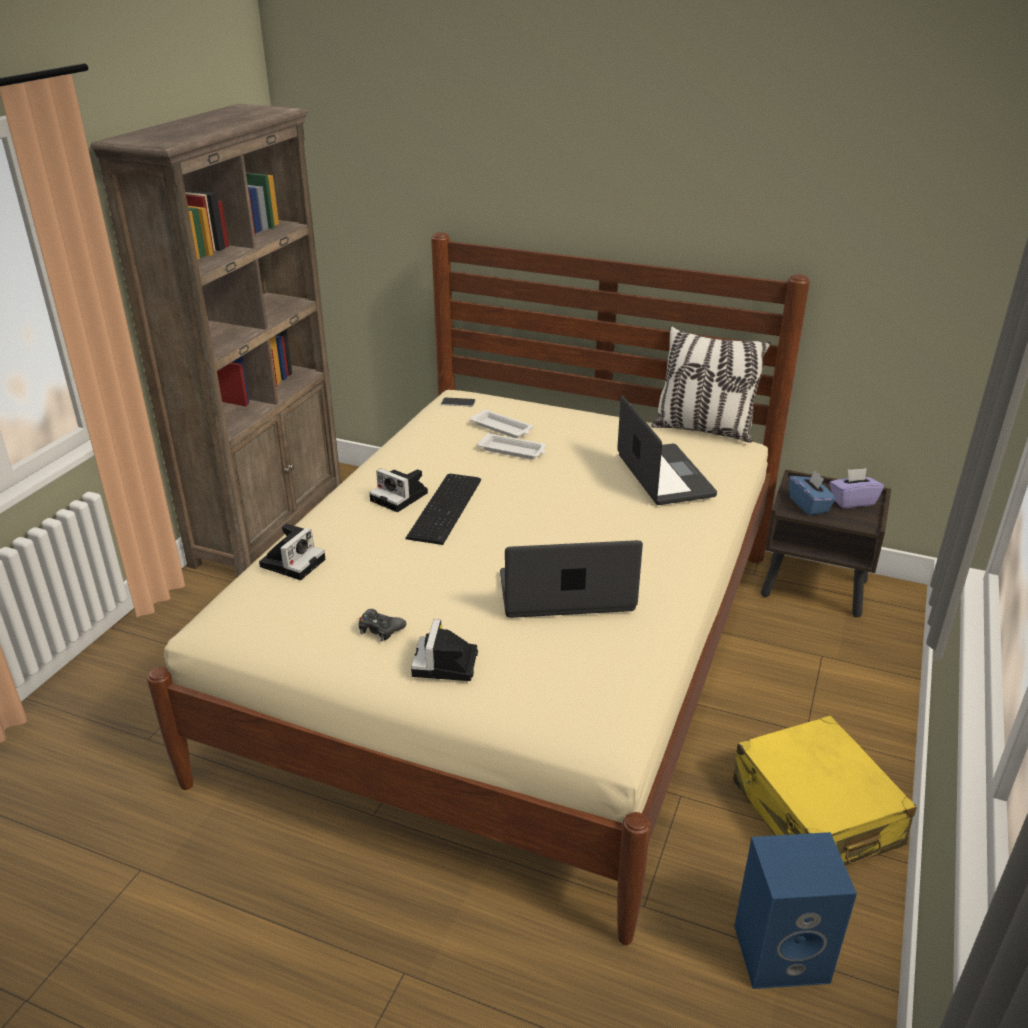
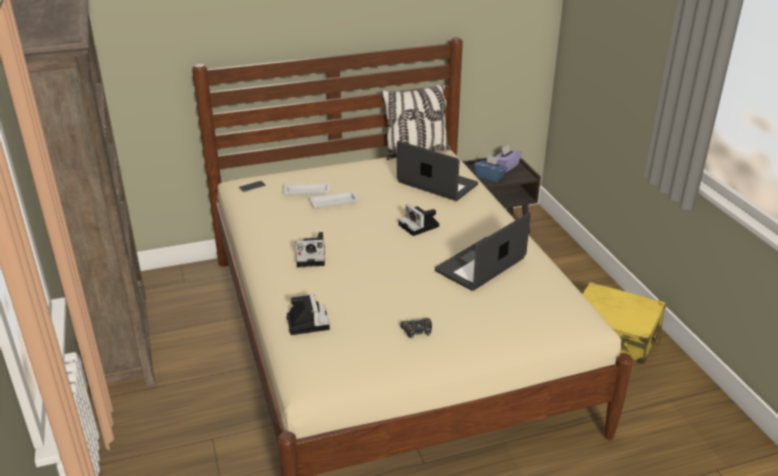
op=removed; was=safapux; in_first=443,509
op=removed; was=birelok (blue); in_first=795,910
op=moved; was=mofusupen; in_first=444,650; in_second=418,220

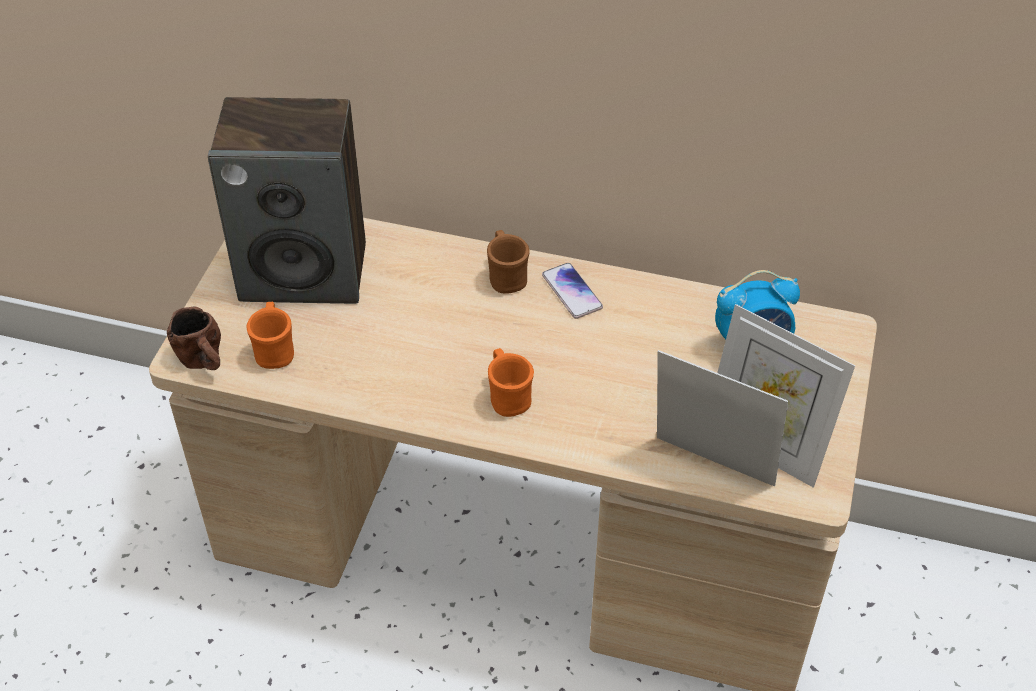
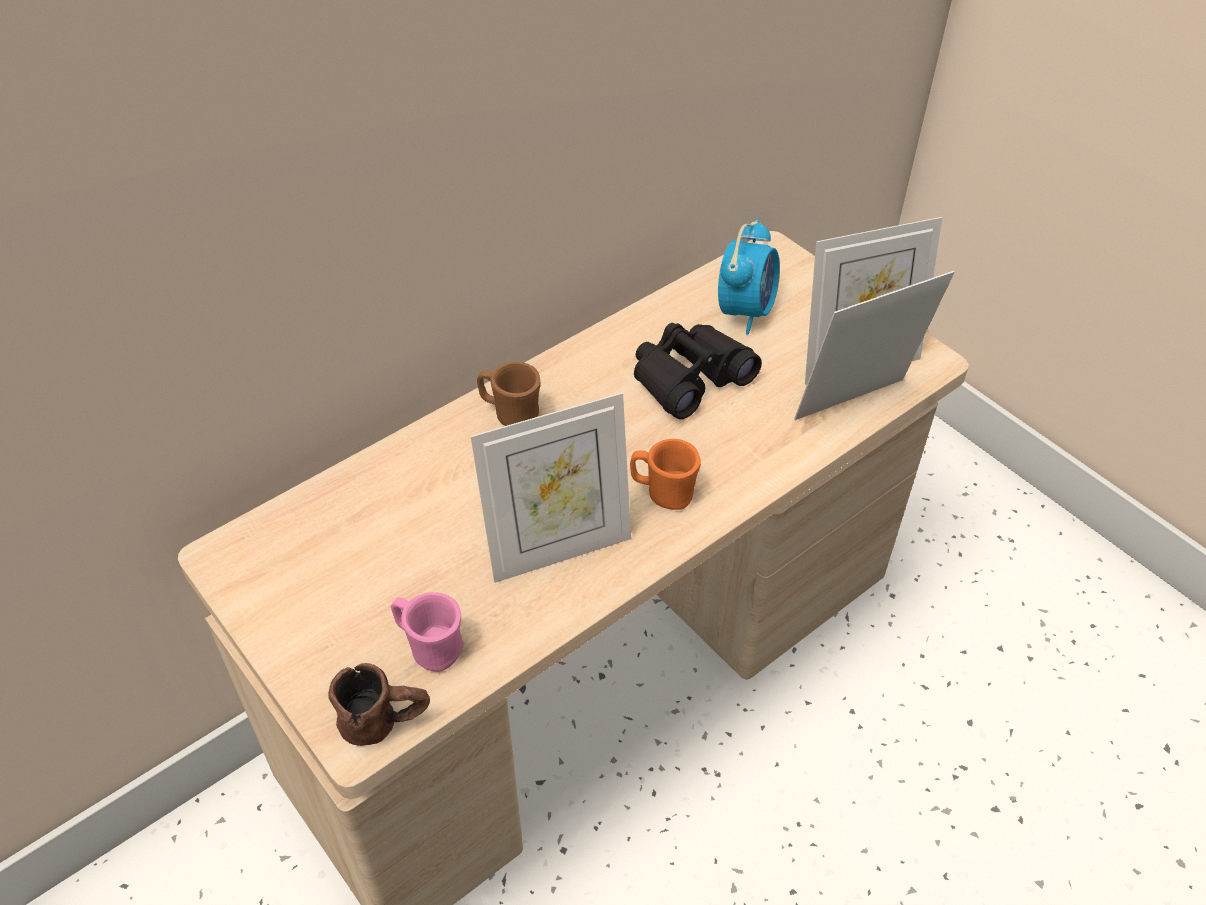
op=removed; was=birelok; in_first=287,200
op=removed; was=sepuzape; in_first=572,291
op=added; now=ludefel; in_second=551,488
op=added; now=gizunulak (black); in_second=698,371
op=recoloured; was=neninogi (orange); now=neninogi (pink); in_first=270,335; in_second=427,632

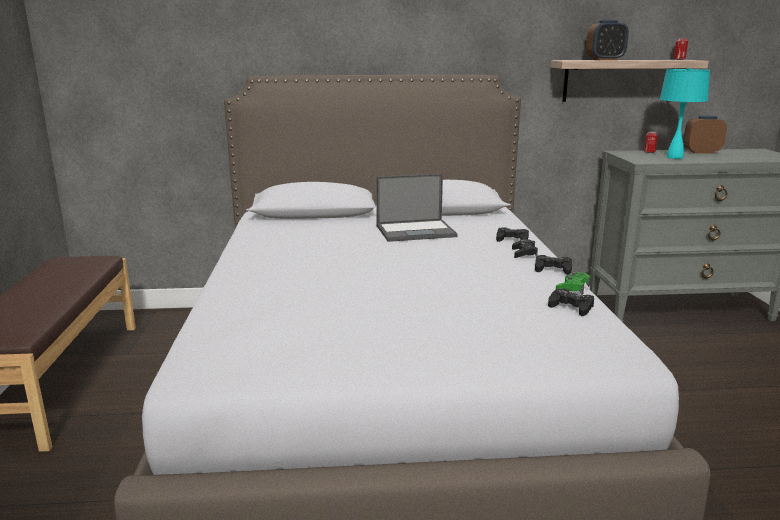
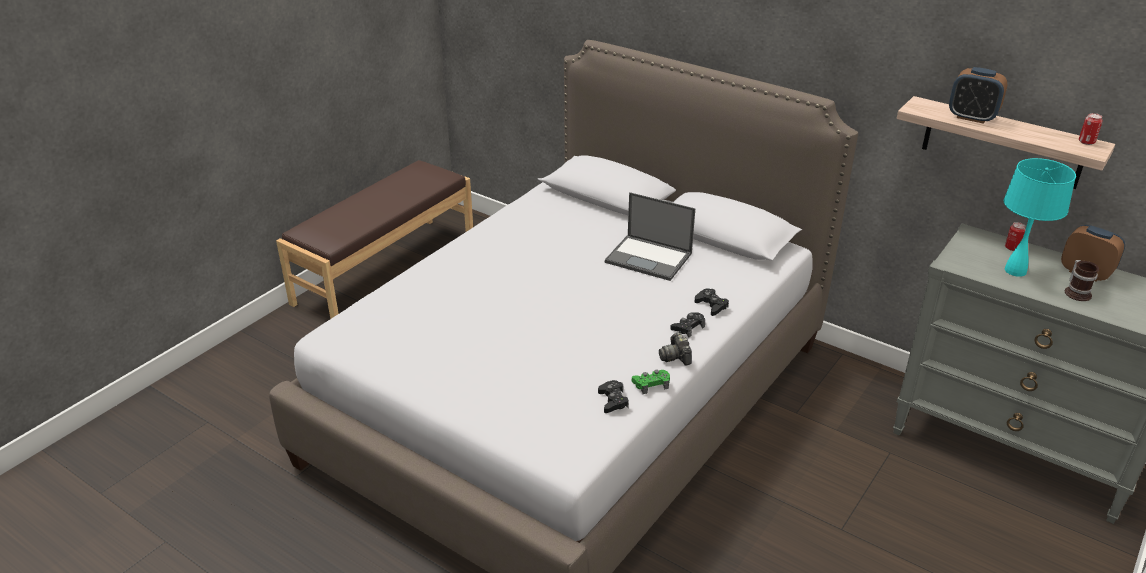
op=added; now=neninogi; in_second=1082,280
op=replaced; was=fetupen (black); now=mofusupen; in_first=553,265; in_second=675,348

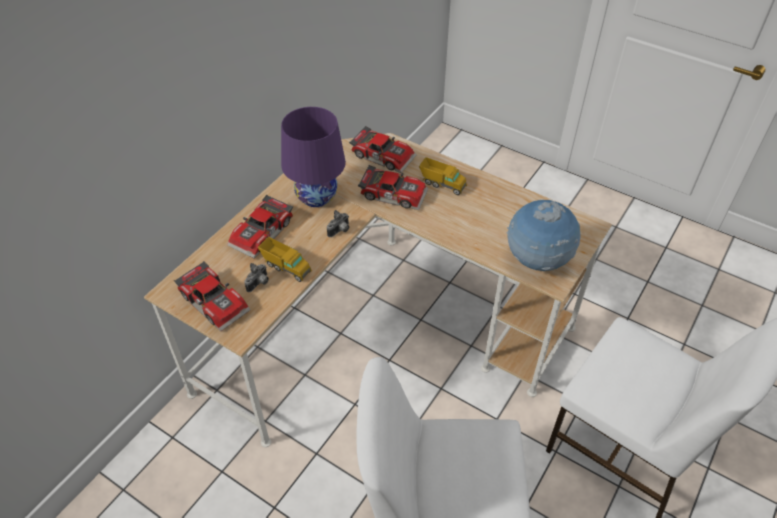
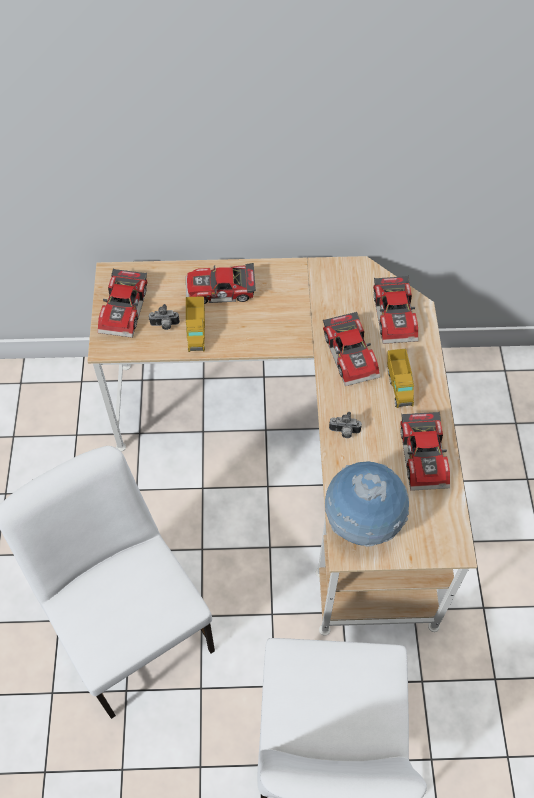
op=removed; was=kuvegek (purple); in_first=313,157
op=added; now=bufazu; in_second=425,451
op=moved; was=mofusupen; in_first=338,223; in_second=345,425

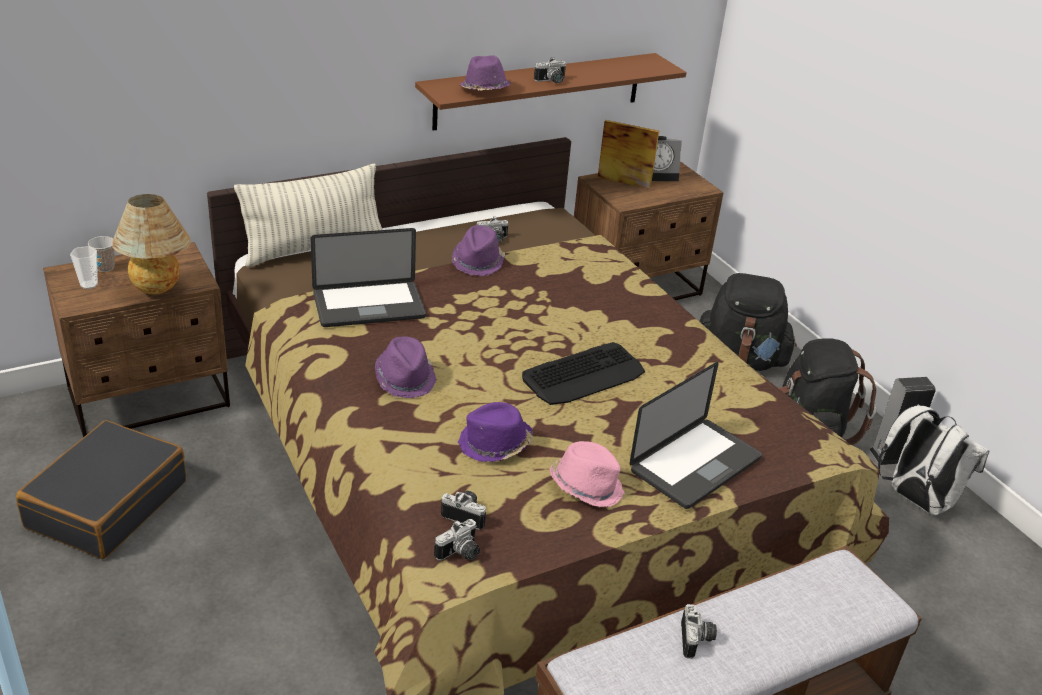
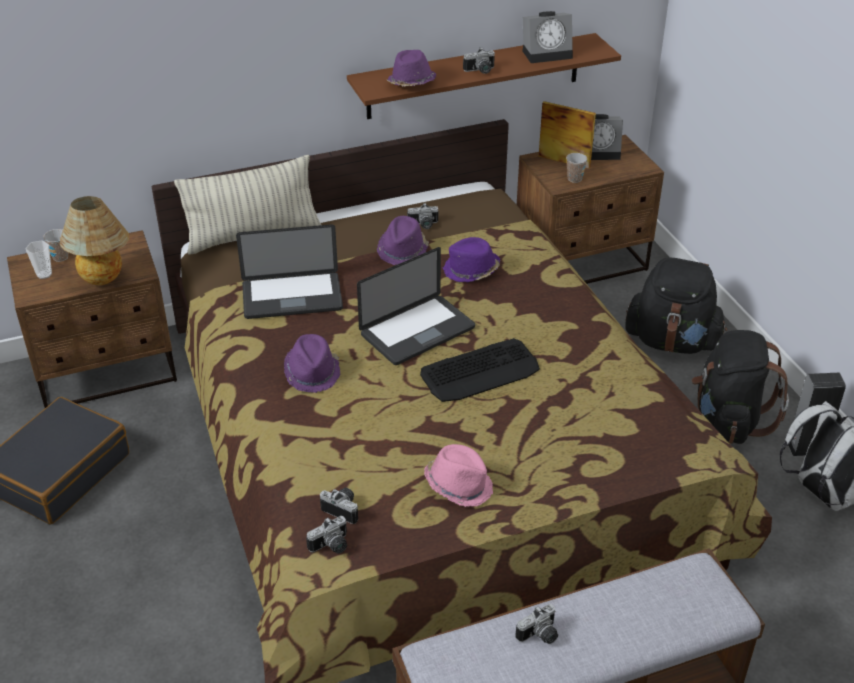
op=added; now=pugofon; in_second=547,37
op=added; now=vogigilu; in_second=576,168
op=moved; was=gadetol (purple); in_first=495,432; in_second=471,260
op=moved; was=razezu; in_first=695,435; in_second=416,306
op=turned; was=mofusupen; in_first=699,631; in_second=536,624; clockwise=45

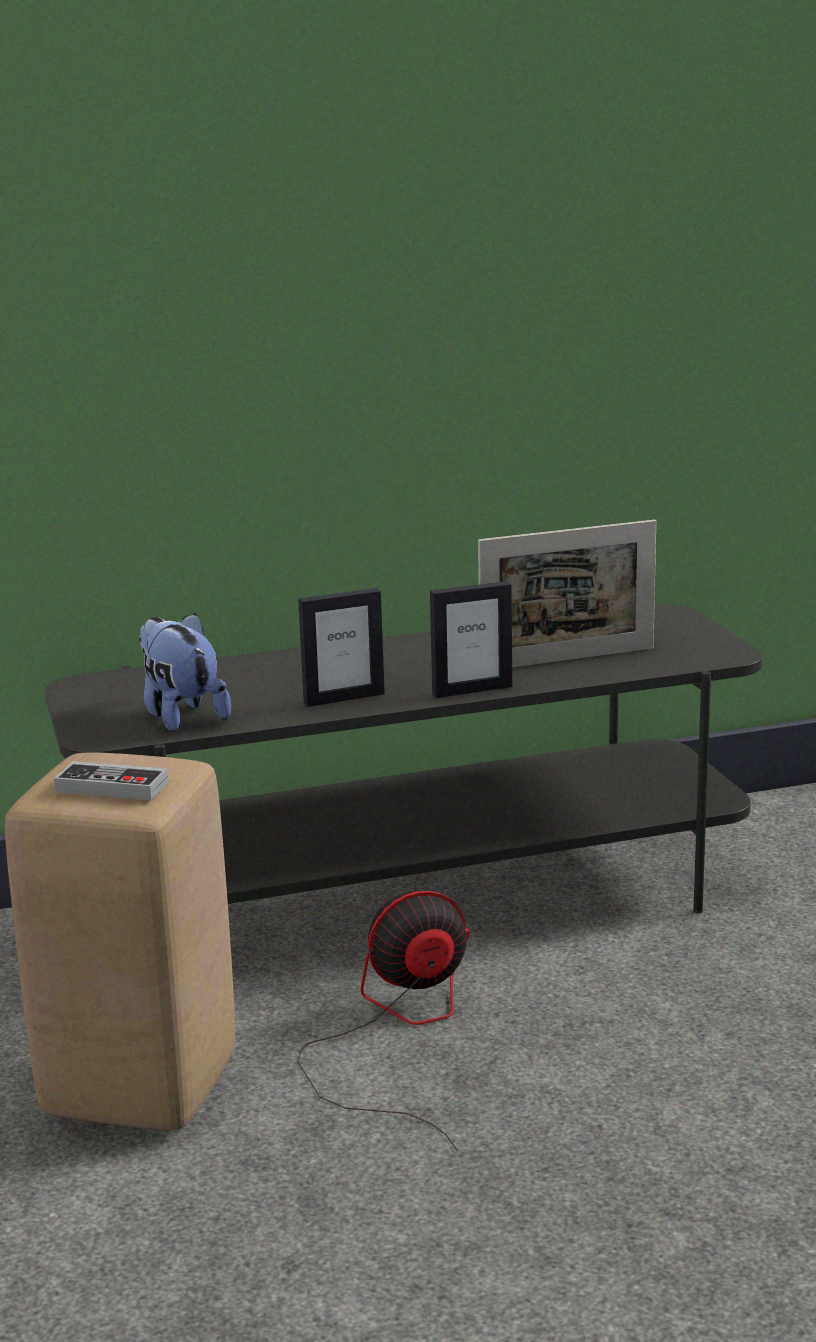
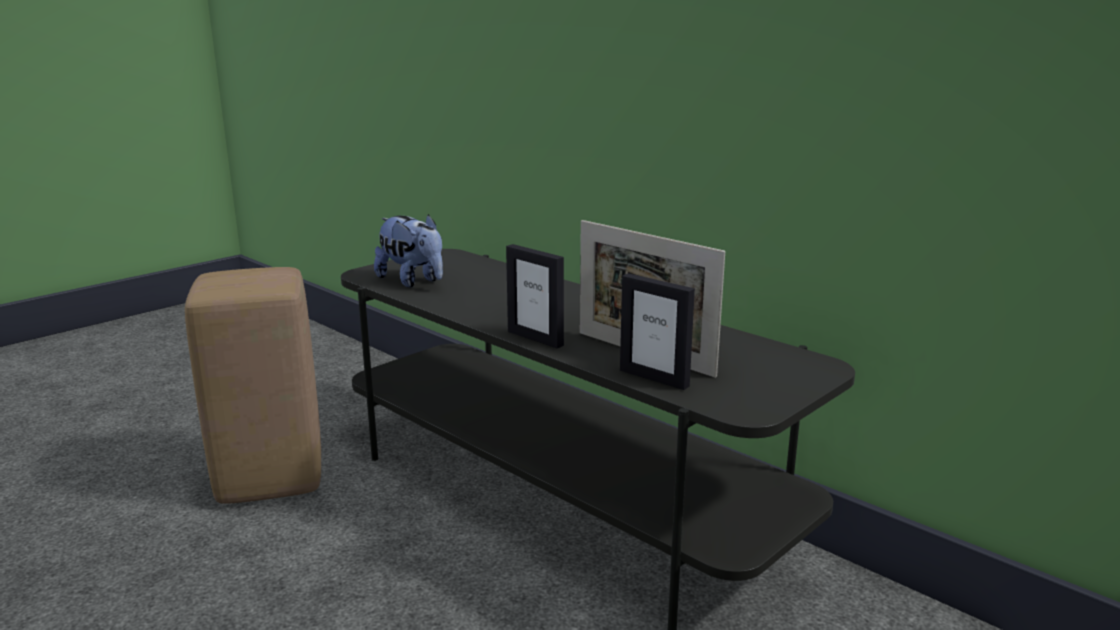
op=removed; was=fetupen; in_first=111,780
op=removed; was=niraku; in_first=384,1021
op=moved; was=ludefel; in_first=341,647; in_second=657,331
op=turned; was=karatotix; in_first=185,672; in_second=408,251; clockwise=105

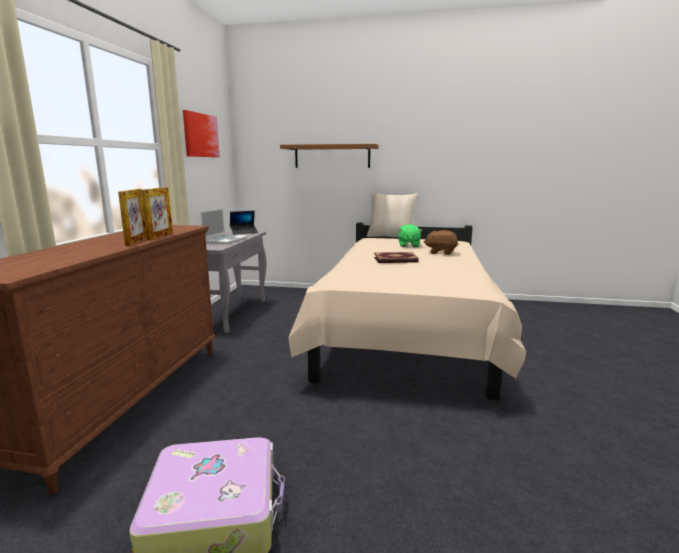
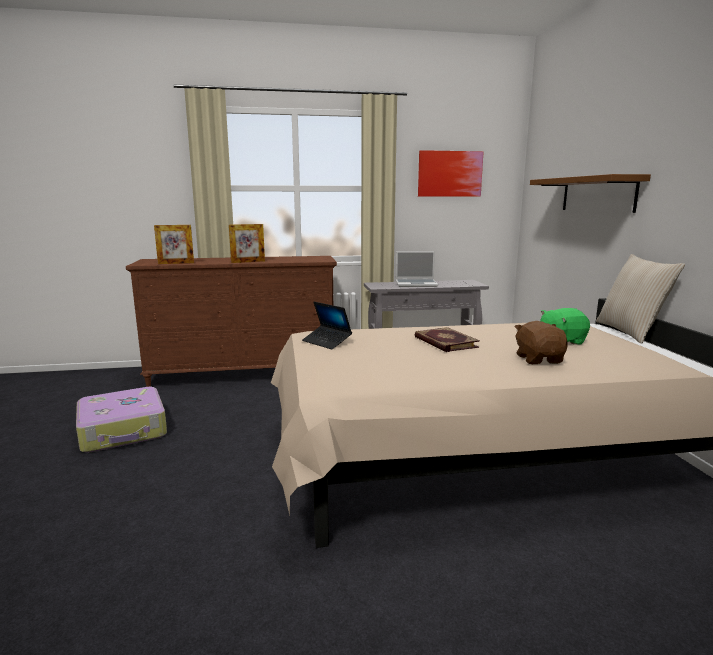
op=moved; was=ludefel; in_first=157,213; in_second=174,244
op=moved; was=razezu; in_first=244,222; in_second=327,325

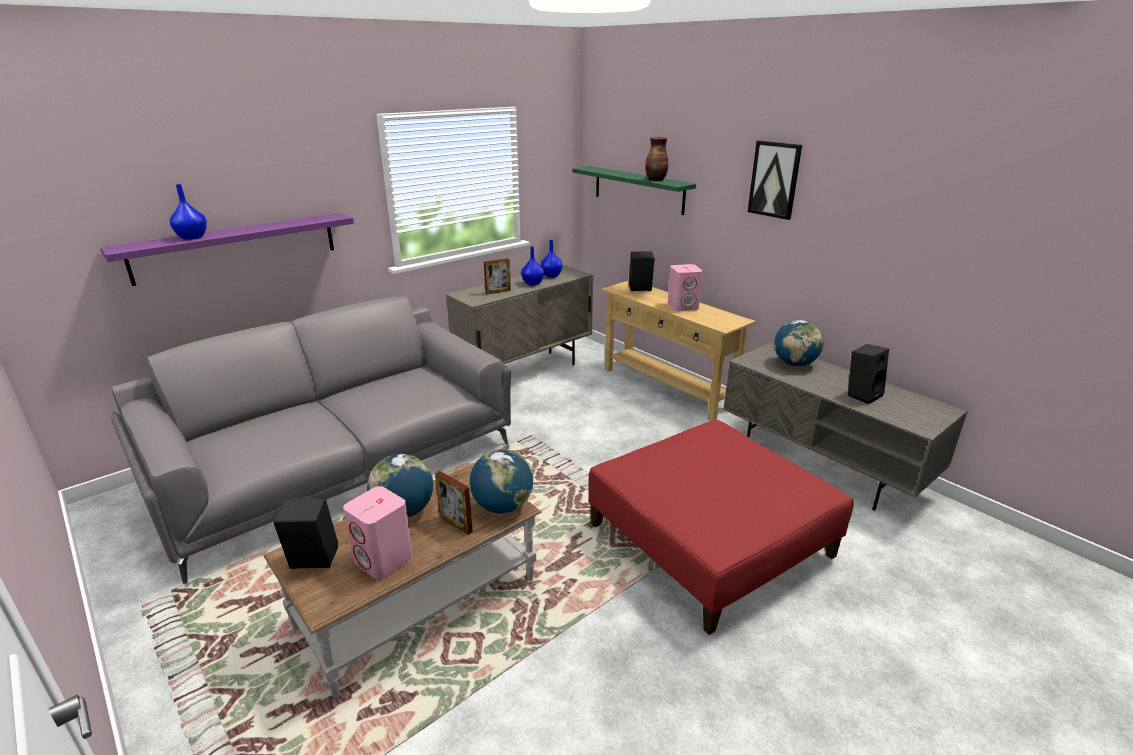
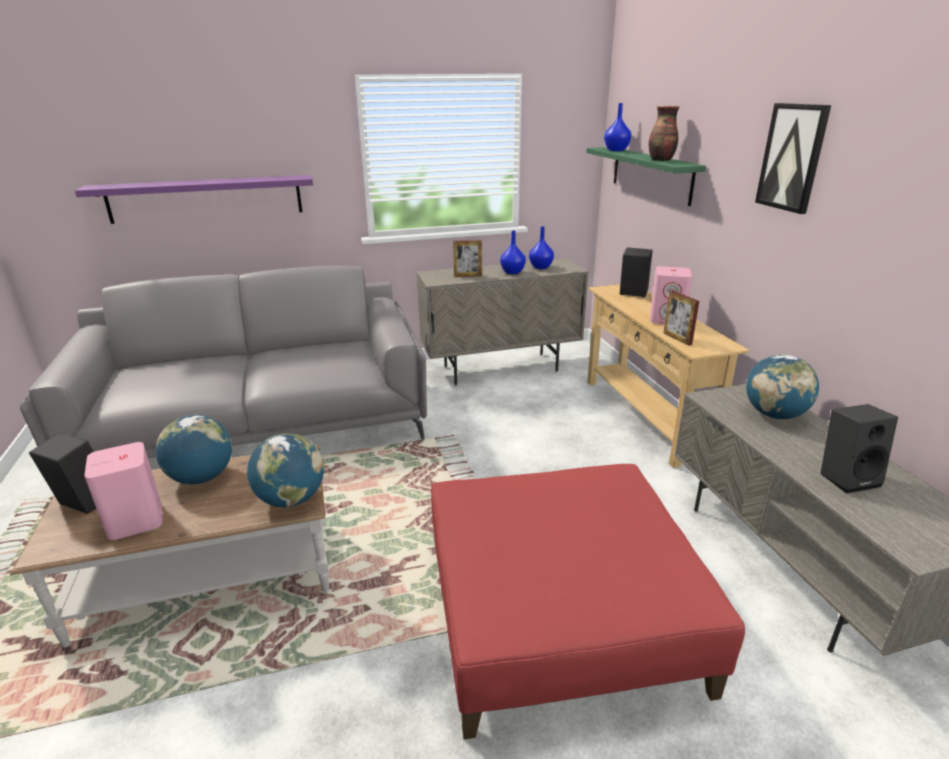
op=moved; was=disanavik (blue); in_first=188,212; in_second=618,127
op=moved; was=ludefel; in_first=454,503; in_second=681,318

